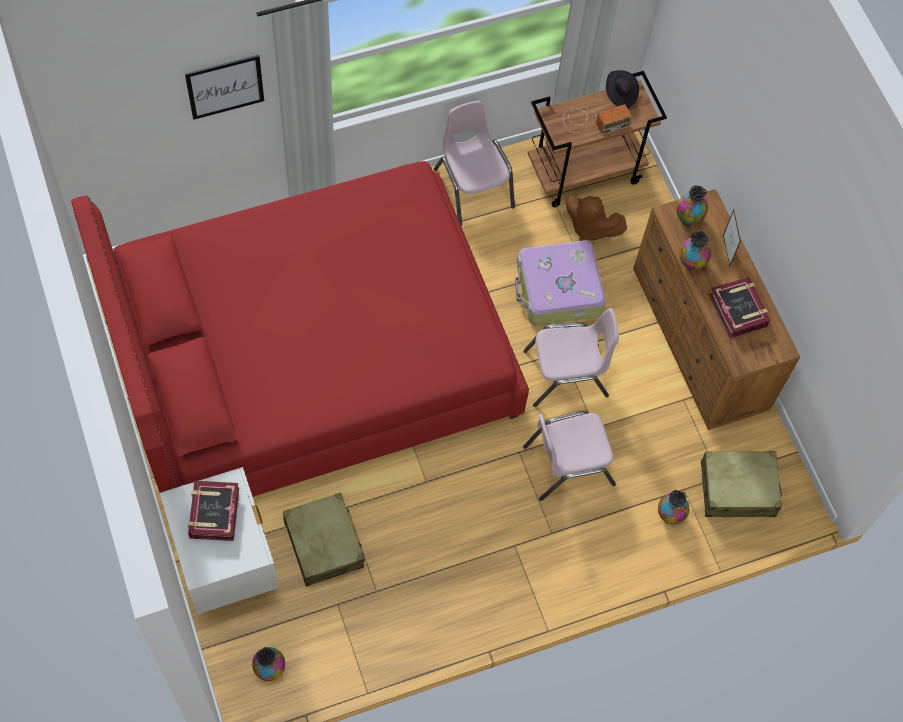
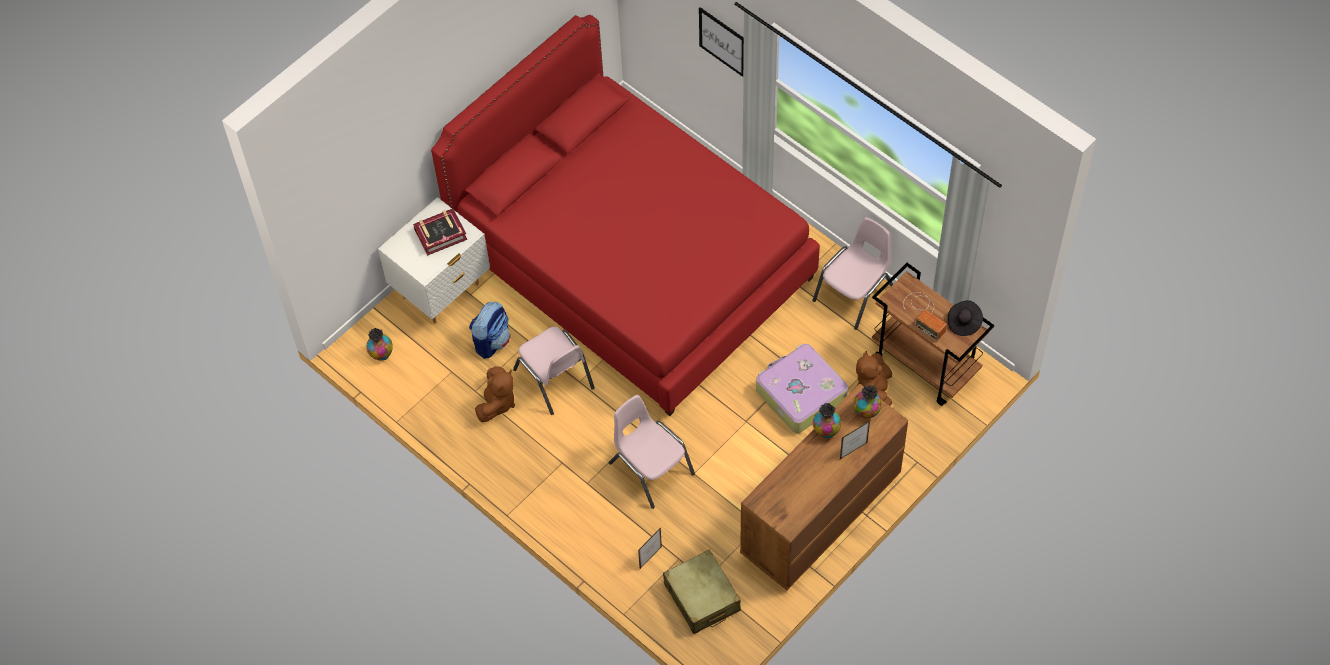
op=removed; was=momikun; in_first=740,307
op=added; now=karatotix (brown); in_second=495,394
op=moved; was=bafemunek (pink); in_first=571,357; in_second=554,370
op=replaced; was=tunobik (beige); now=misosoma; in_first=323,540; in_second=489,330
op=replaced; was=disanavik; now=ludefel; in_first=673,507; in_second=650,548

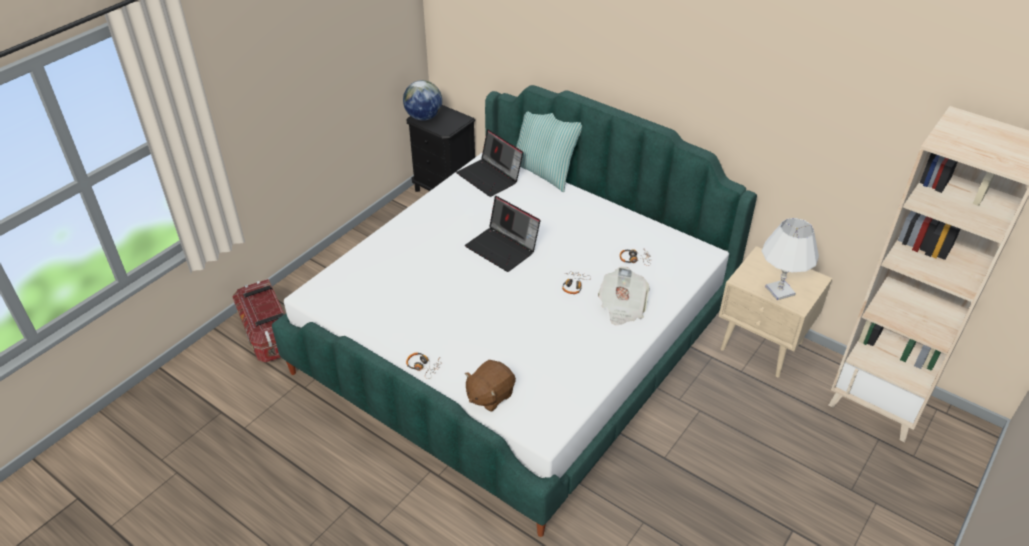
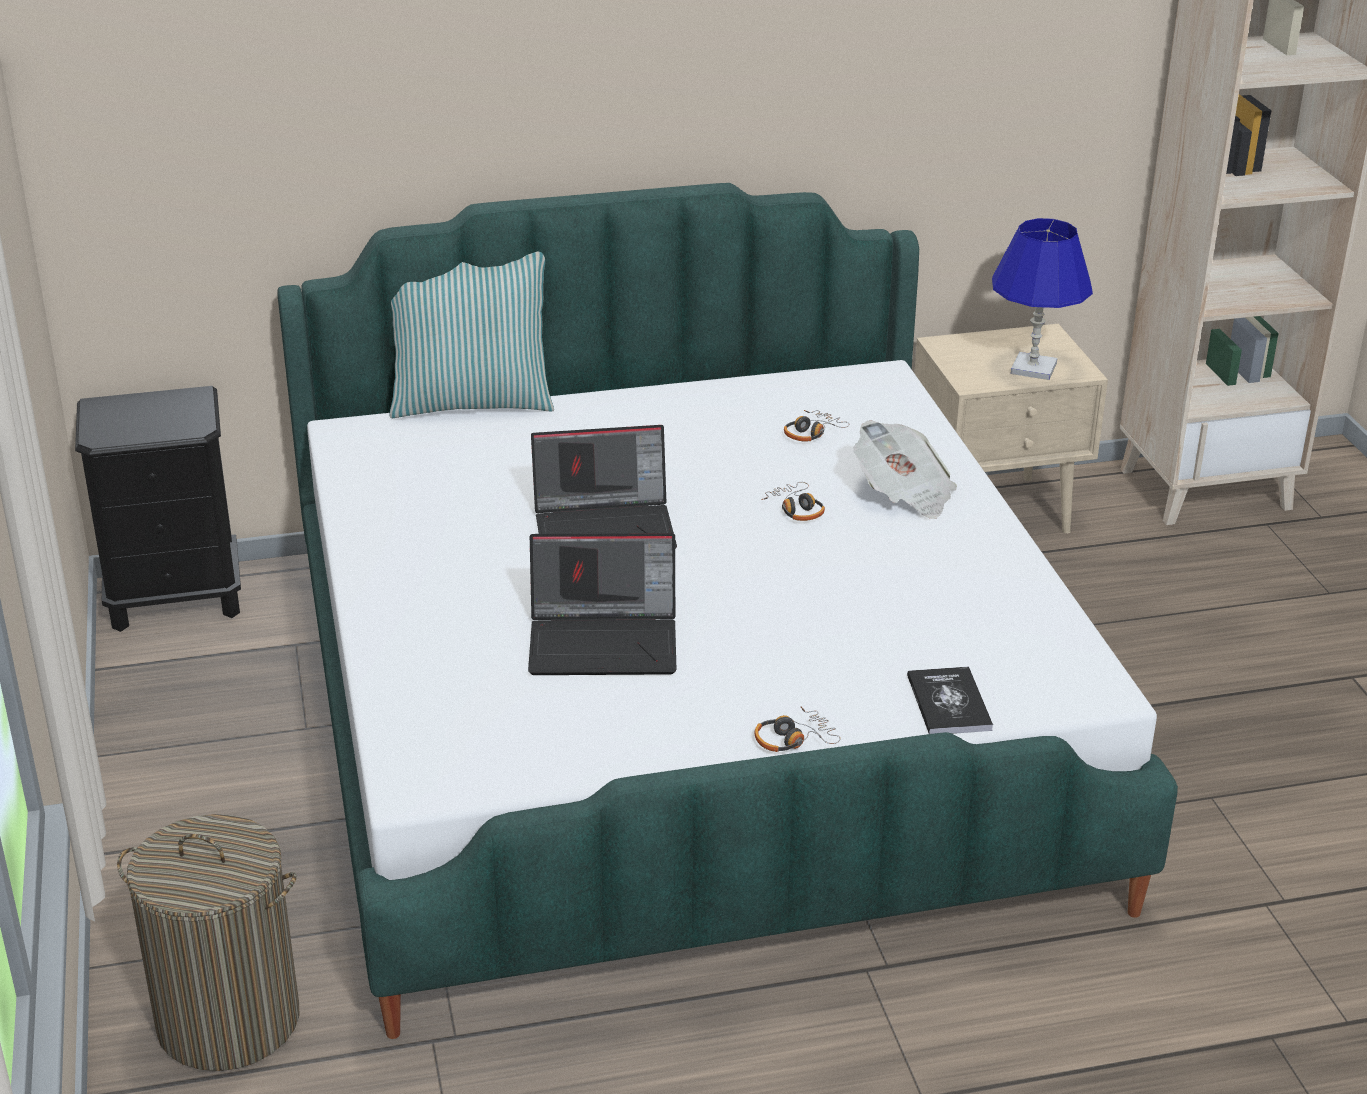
op=removed; was=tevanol; in_first=422,100
op=moved; was=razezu; in_first=489,163; in_second=602,604
op=replaced; was=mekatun; now=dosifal; in_first=258,320; in_second=208,942
op=replaced; was=karatotix (brown); now=momikun; in_first=490,386; in_second=950,700
op=recoloured; was=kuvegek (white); now=kuvegek (blue); in_first=790,259; in_second=1042,299

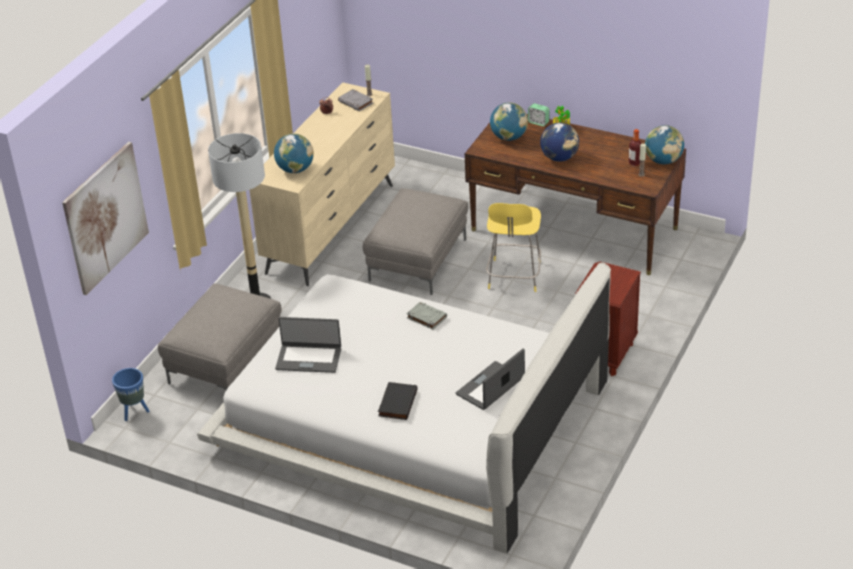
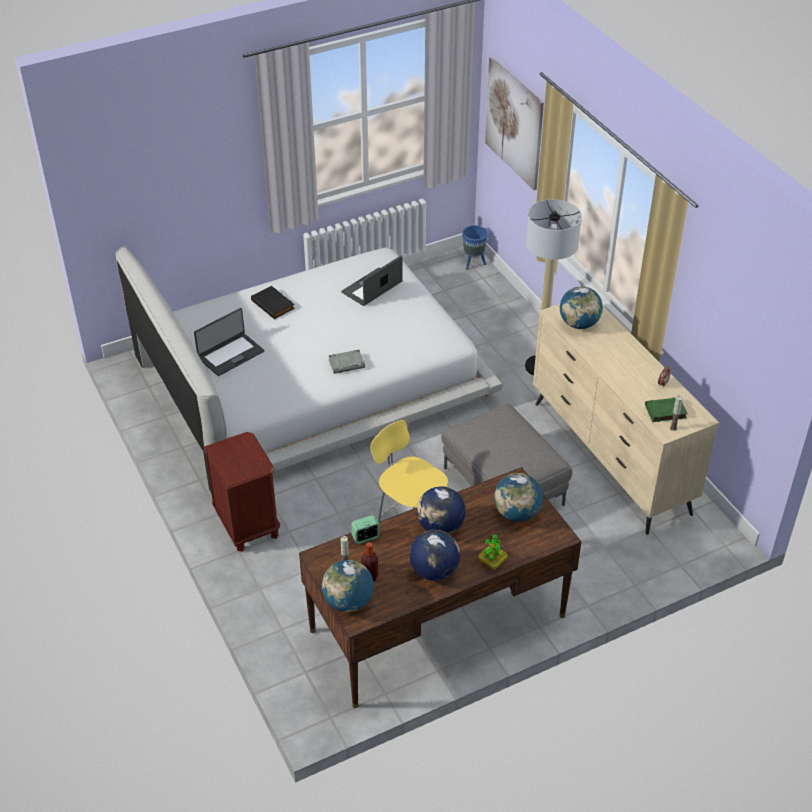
op=removed; was=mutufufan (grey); in_first=220,336
op=added; now=tevanol; in_second=435,555
op=moved; was=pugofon; in_first=539,114; in_second=365,529
op=recoloured; was=momikun (grey); now=momikun (green); in_first=355,100; in_second=666,409
op=turned; was=razezu; in_first=490,379; in_second=229,342; clockwise=60

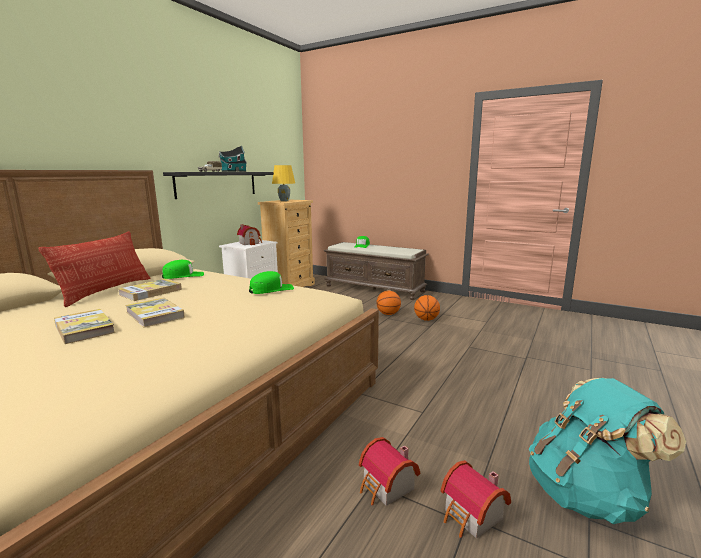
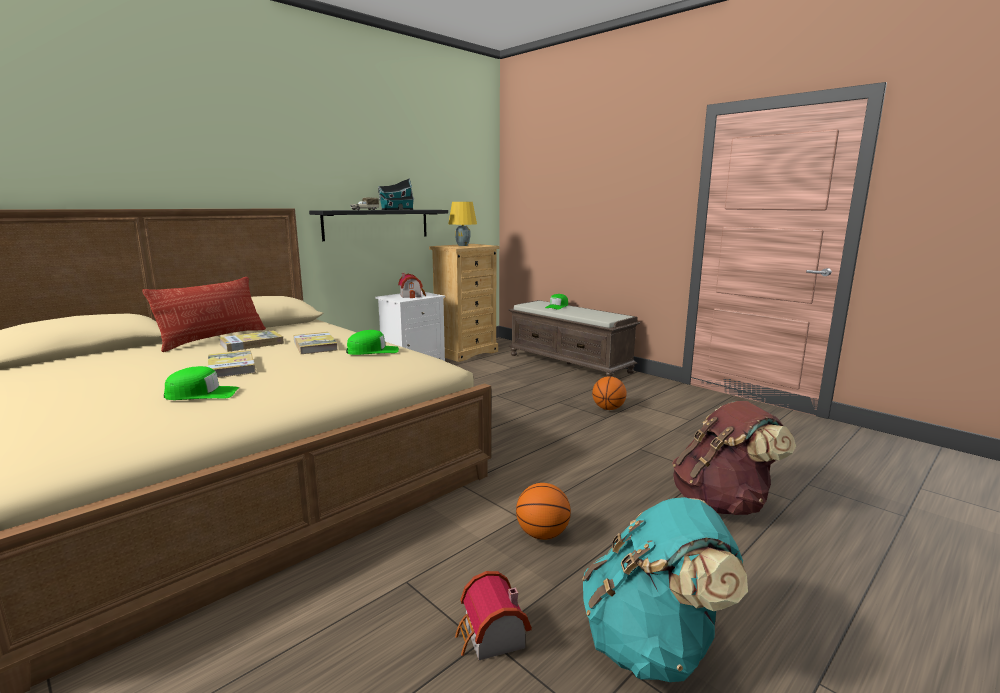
op=removed; was=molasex; in_first=389,471
op=added; now=misosoma (brown); in_second=734,458
op=moved; was=momikun; in_first=84,326; in_second=315,343
op=moved; was=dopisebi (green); in_first=183,269; in_second=201,383
op=moved; was=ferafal; in_first=388,303; in_second=543,511

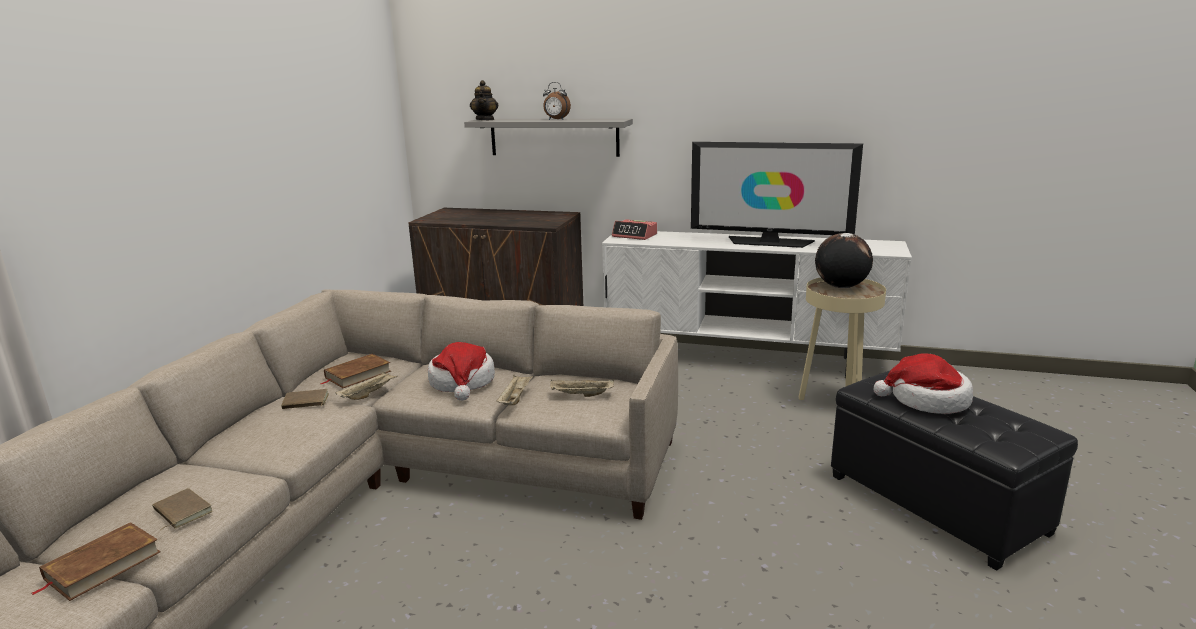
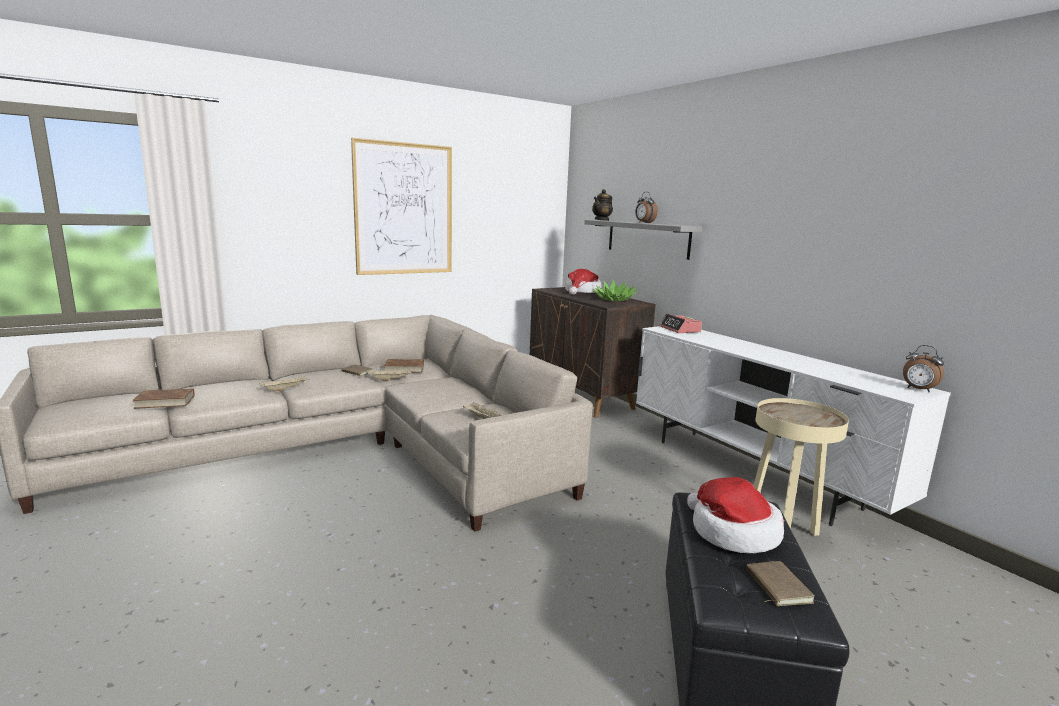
op=removed; was=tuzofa; in_first=777,195
op=removed; was=tevanol; in_first=844,260
op=added; now=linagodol; in_second=401,206
op=added; now=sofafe; in_second=616,290
op=added; now=pugofon; in_second=923,368
op=moved; was=momikun (brown); in_first=182,509; in_second=780,583
op=moved; was=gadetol; in_first=461,371; in_second=583,282
op=moved; was=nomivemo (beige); in_first=515,390; in_second=284,383

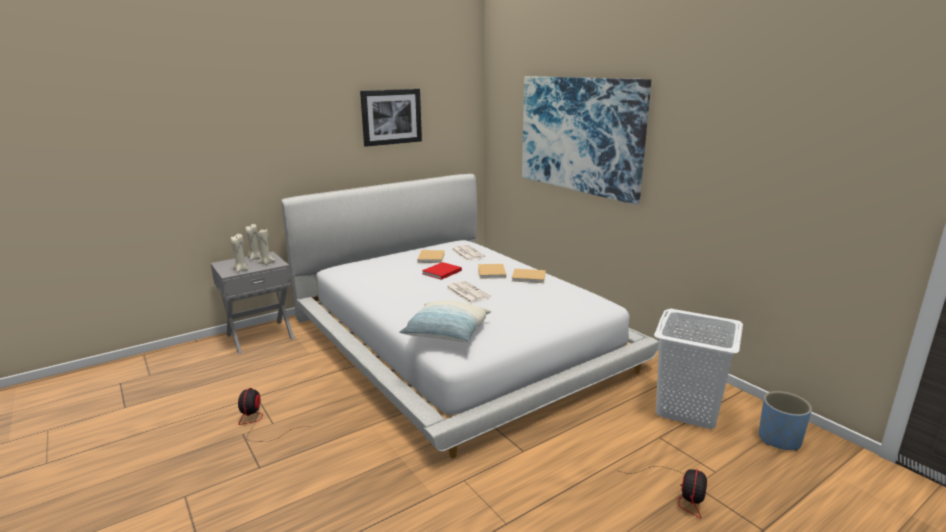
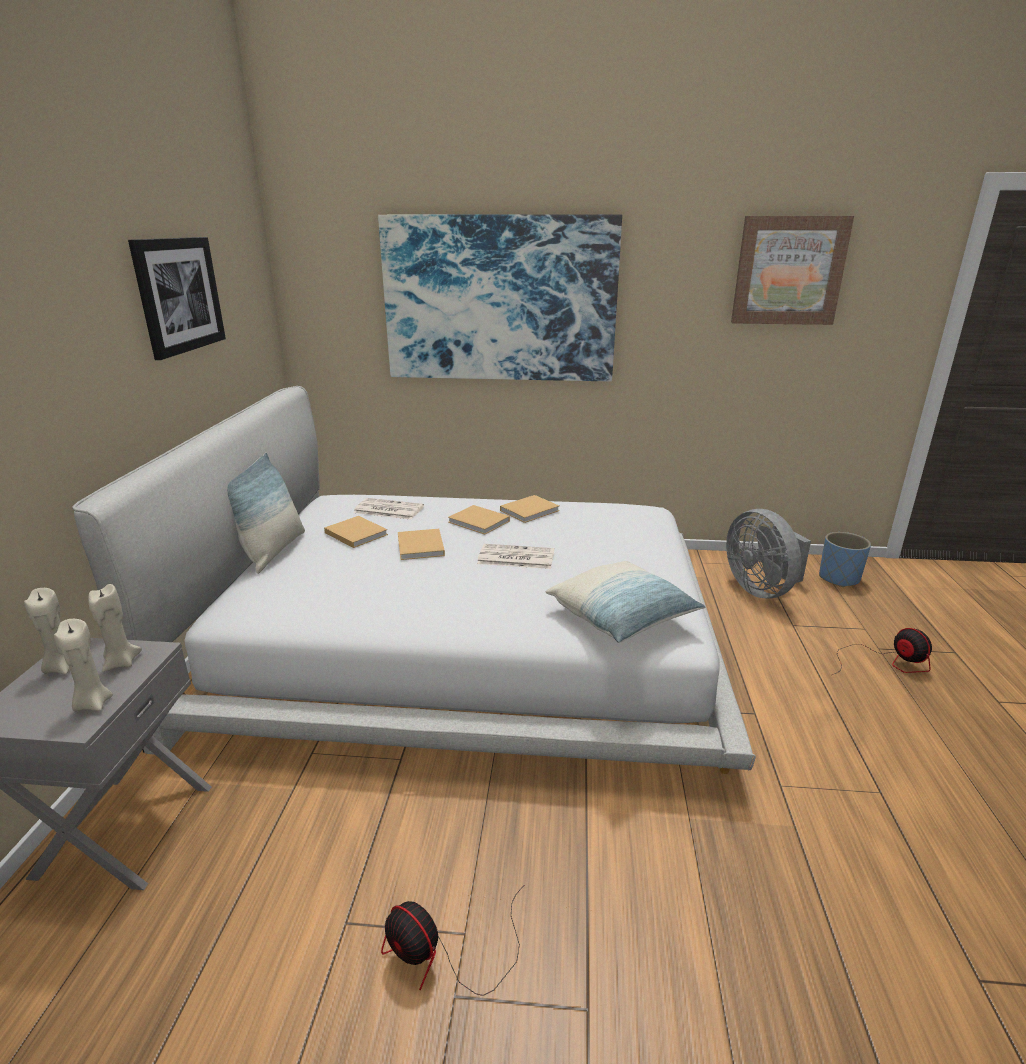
op=added; now=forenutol; in_second=266,513
op=added; now=linagodol; in_second=792,270
op=replaced; was=dosifal (white); now=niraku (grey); in_first=698,369; in_second=768,554
op=recoloured; was=momikun (red); now=momikun (beige); in_first=442,271; in_second=421,544

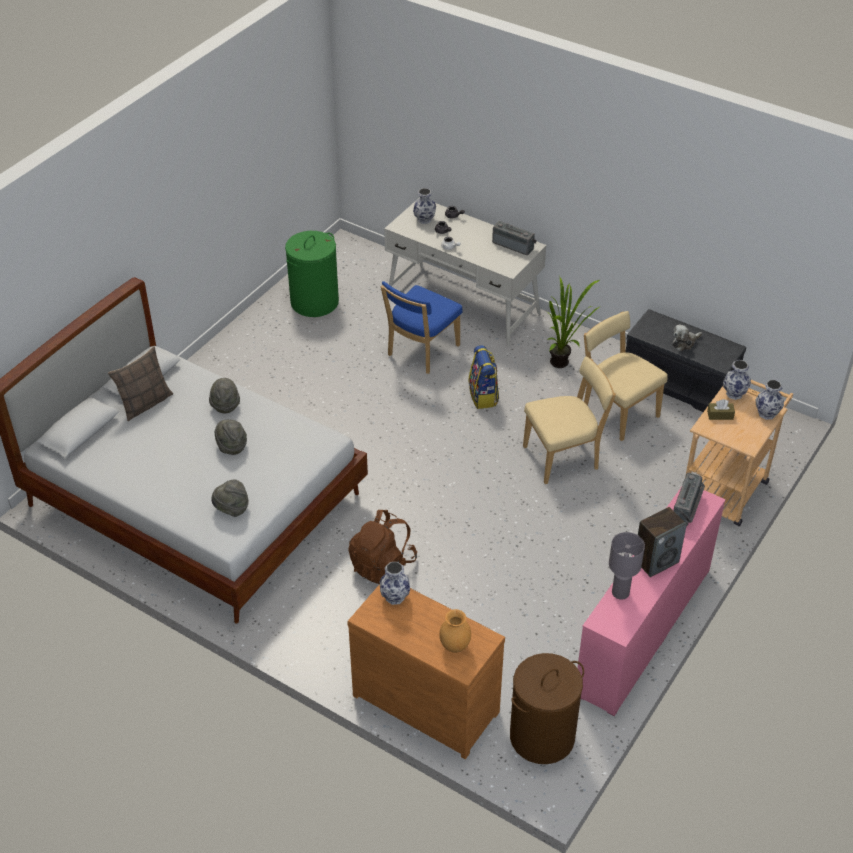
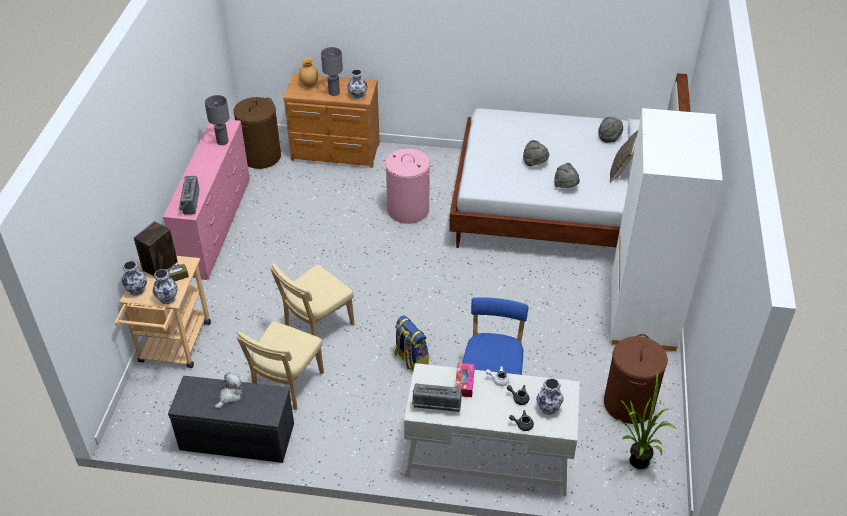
op=added; now=kuvegek (grey); in_second=332,71
op=added; now=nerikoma; in_second=465,380
op=added; now=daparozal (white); in_second=667,229
op=moved; was=gadetol (grey); in_first=230,498; in_second=610,130
op=moved; was=sofafe; in_first=573,322; in_second=646,419
op=moved; was=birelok; in_first=662,542; in_second=156,248
op=replaced; was=misosoma (brown); now=dosifal (pink); in_first=382,547; in_second=407,186
op=recoloured; was=dosifal (green); now=dosifal (brown); in_first=312,274; in_second=636,379
op=turned; was=bafemunek (beige); in_first=626,376; in_second=280,365; clockwise=90

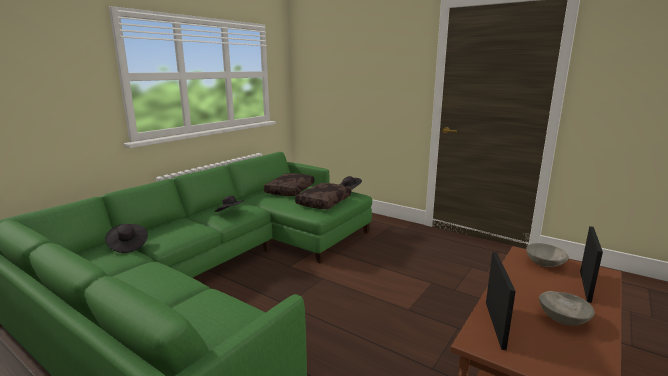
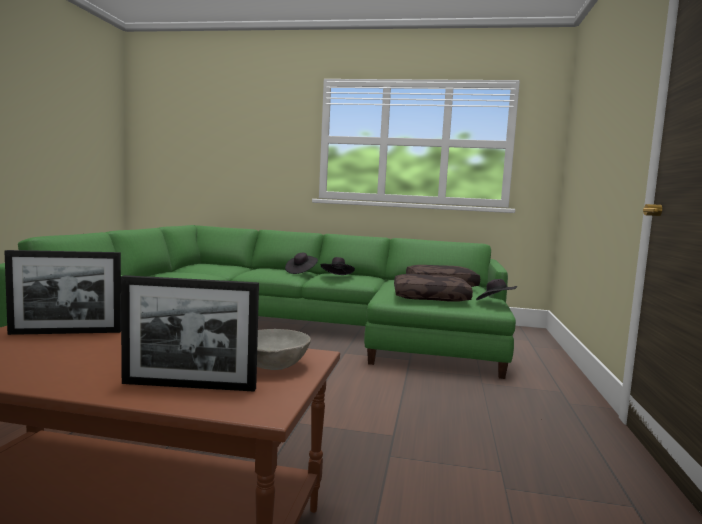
op=removed; was=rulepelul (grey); in_first=567,308
op=moved; was=gadetol (black); in_first=126,238; in_second=301,263

